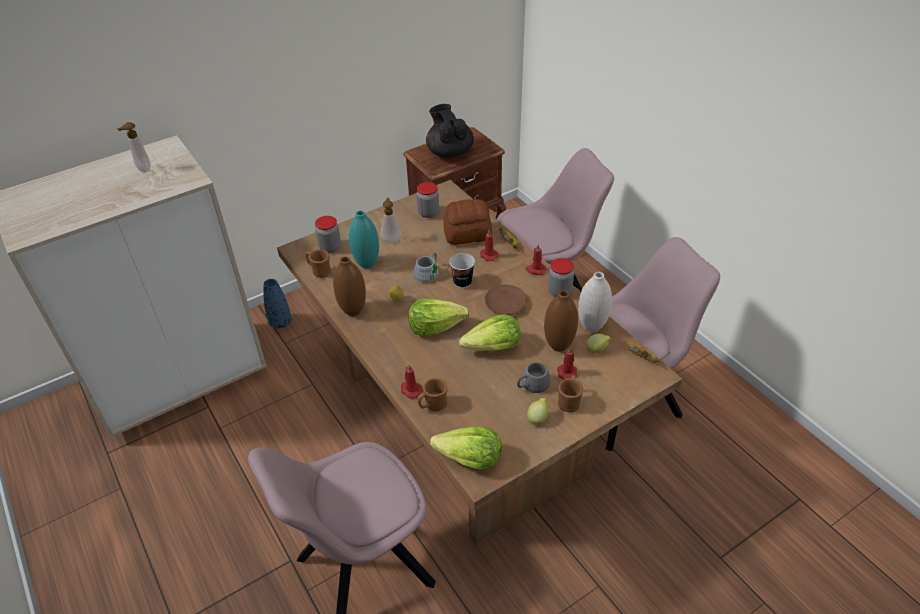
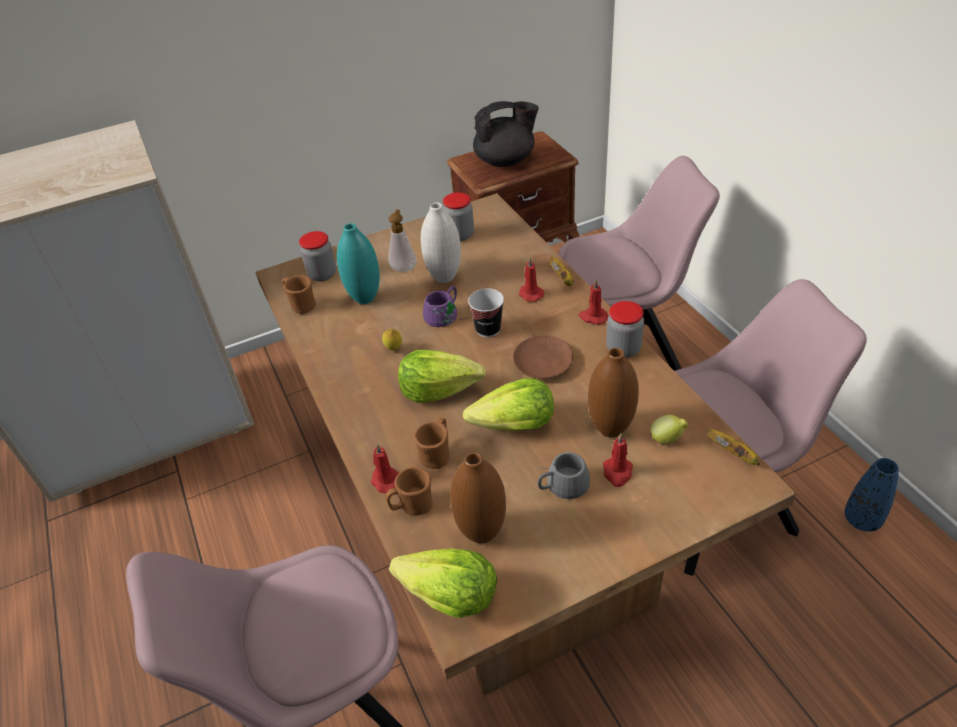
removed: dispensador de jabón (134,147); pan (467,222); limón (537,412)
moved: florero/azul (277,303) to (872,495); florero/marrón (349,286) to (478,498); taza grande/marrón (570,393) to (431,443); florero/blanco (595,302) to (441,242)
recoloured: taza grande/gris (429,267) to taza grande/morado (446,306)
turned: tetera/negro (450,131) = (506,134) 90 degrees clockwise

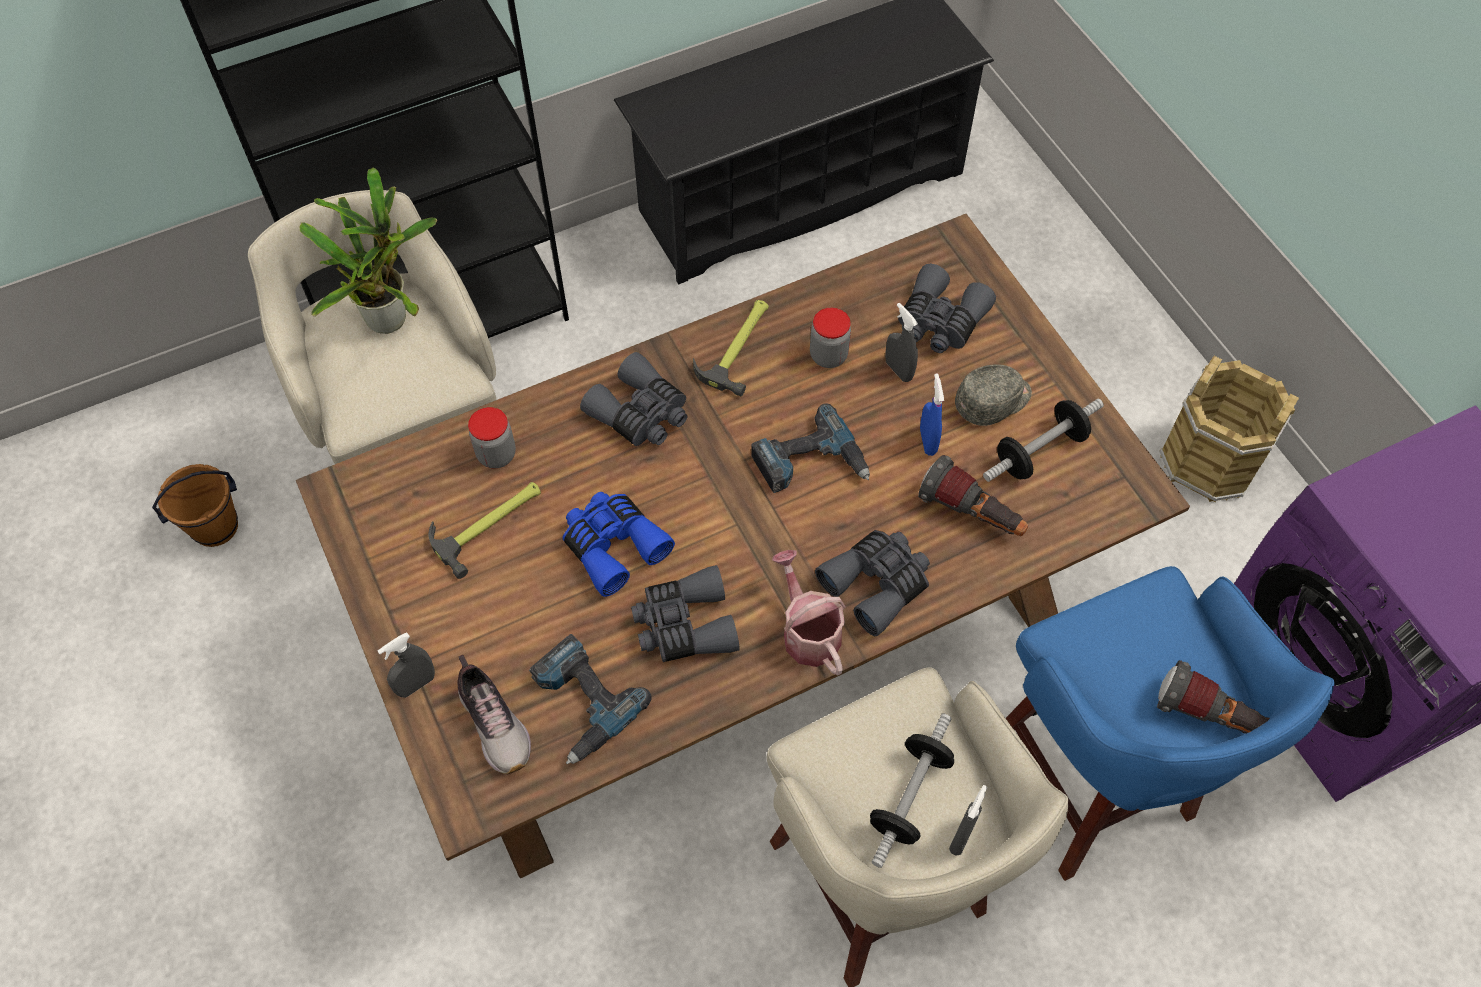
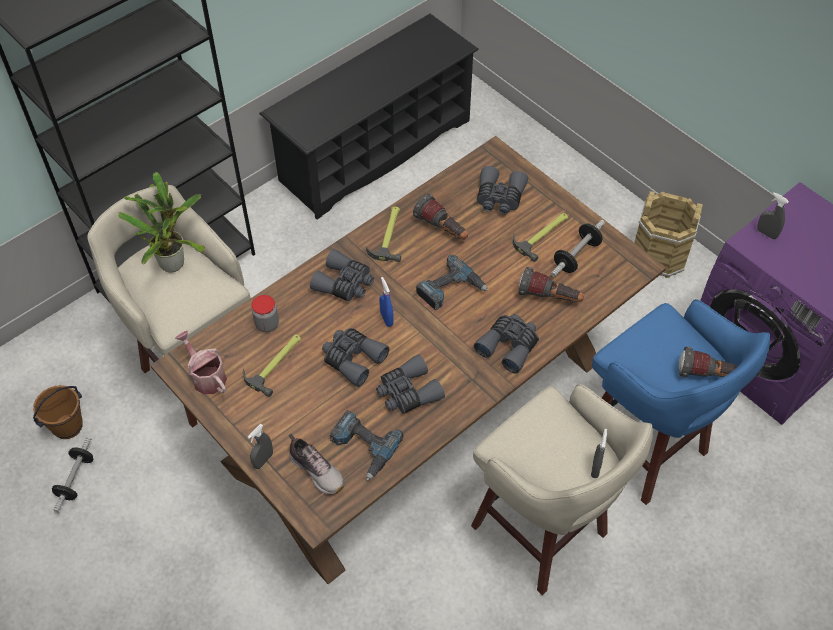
moved: regadera (809,612) to (201,362); mancuerna (912,791) to (72,474); pulverizador/gris (901,342) to (773,215); pulverizador/azul (932,415) to (386,302)
replaced: tarro (830,338) to linterna (440,217); gorra/gris (993,395) to martillo (540,237)
recoloured: prismáticos/azul (619,544) to prismáticos/gris (356,357)

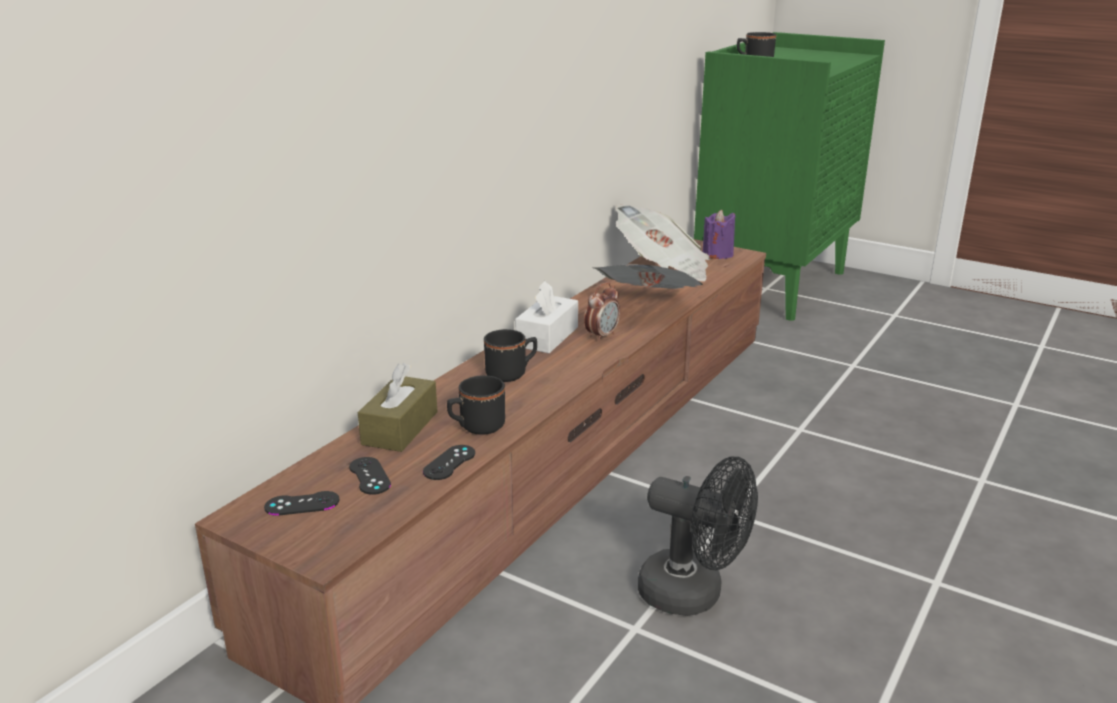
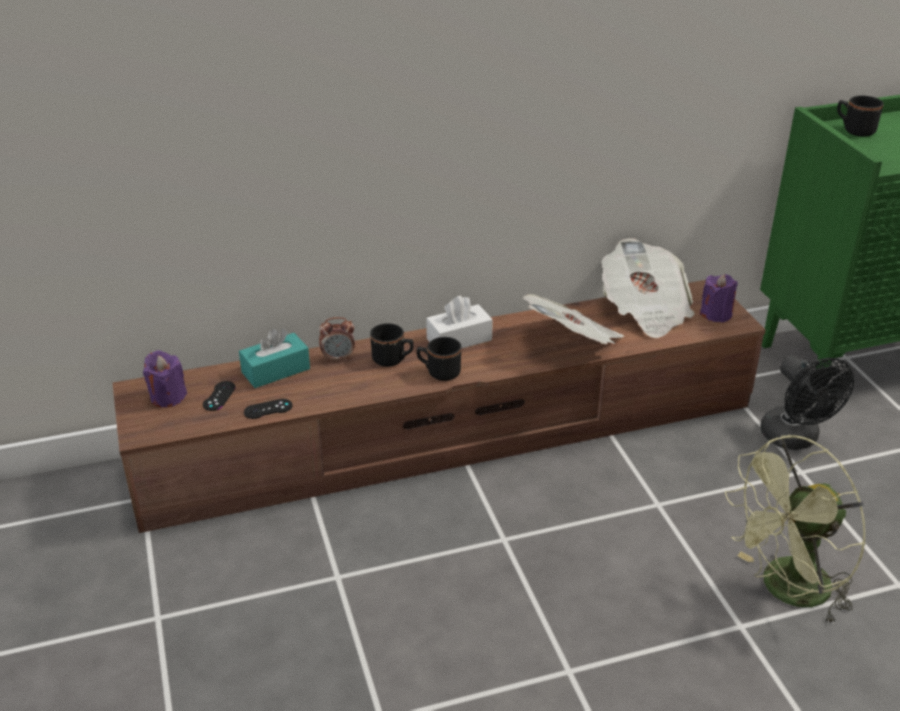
added: ventilador/verde (795,530)
moved: taza grande/negro (476,405) to (439,359); despertador (602,312) to (337,339); ventilador/negro (698,536) to (807,402)
replaced: mando de consola/negro (301,503) to vela/morado (165,378)
recoloured: caja de pañuelos/marrón (397,407) to caja de pañuelos/turquesa (274,358)

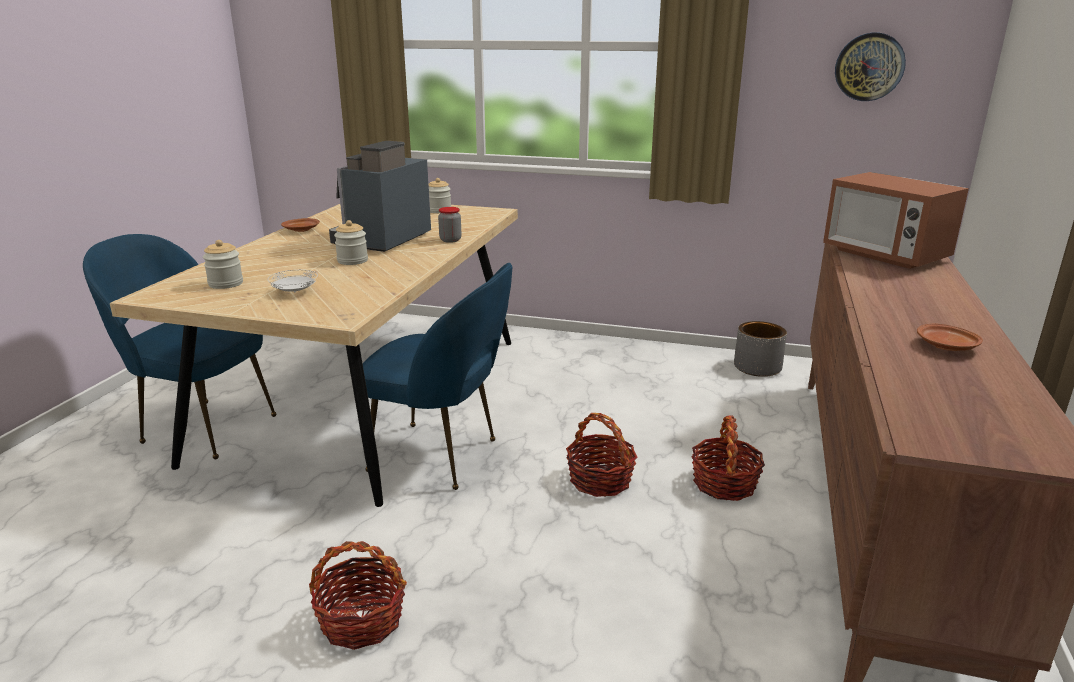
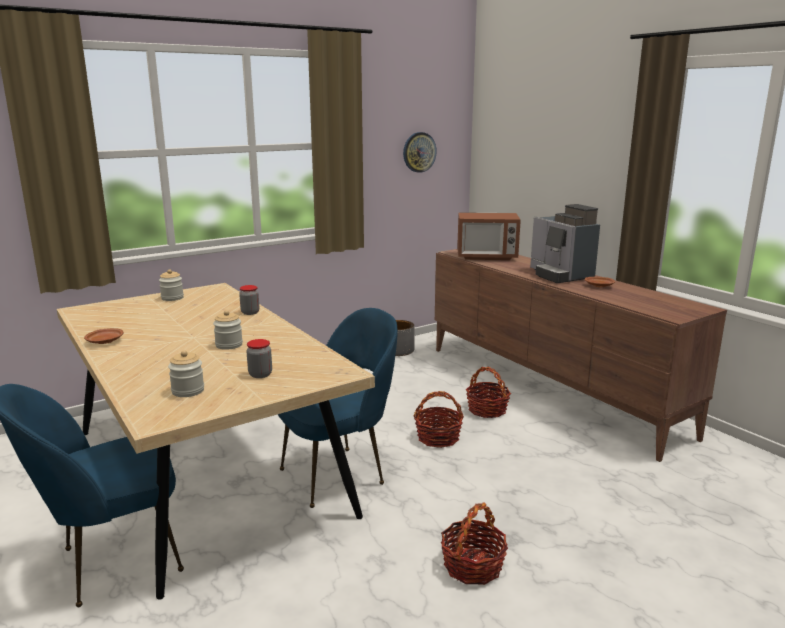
moved: cafetera (380,196) to (565,243)
replaced: plato/blanco (292,281) to tarro (259,358)

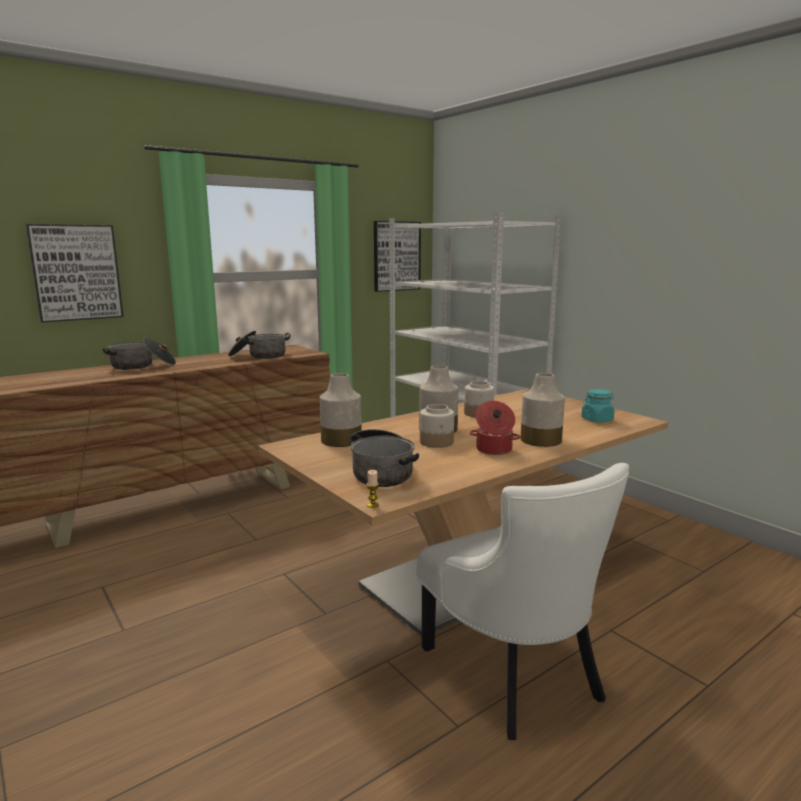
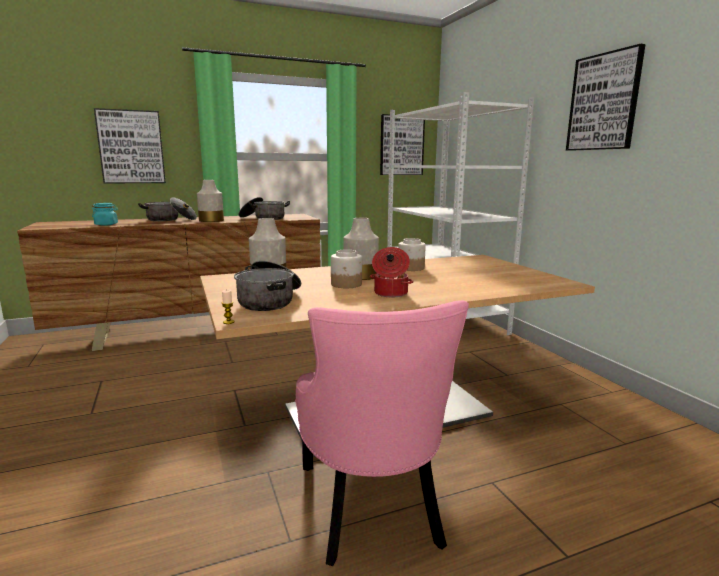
added: cuadro (606,97)
moved: florero/beis (542,410) to (210,201); tarro/turquesa (597,405) to (105,214)
recoloured: silla/blanco (522,601) to silla/rosa (382,433)

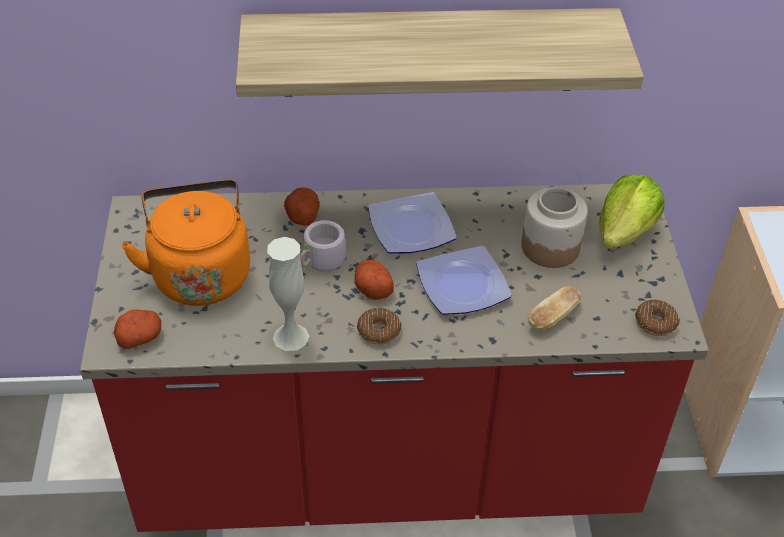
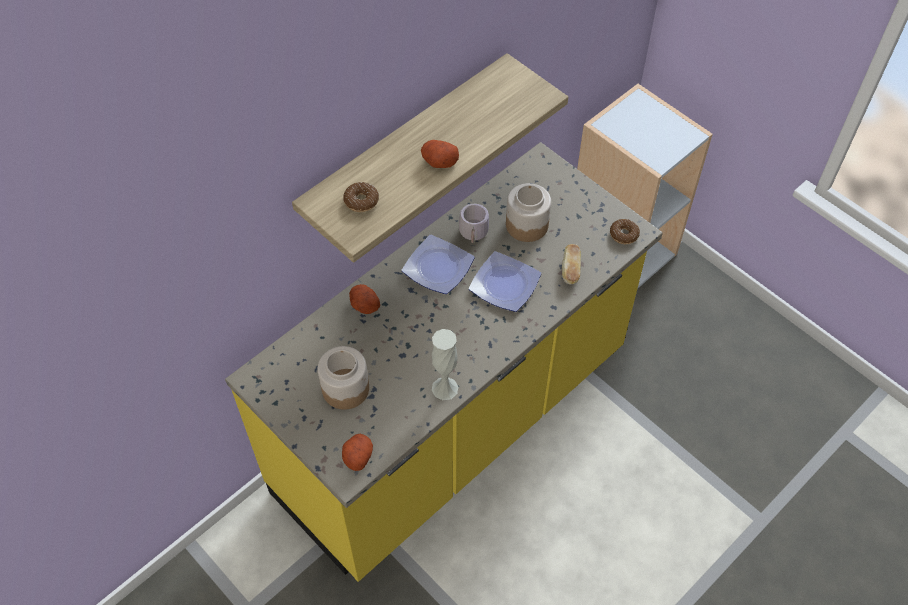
removed: lechuga (632,212)
moved: taza grande/gris (329,246) to (474,223); patata (374,280) to (440,154); rosquilla (379,326) to (361,197)
replaced: hervidor/naranja (185,243) to tarro (343,378)
recoloured: mueble bajo de cocina/rojo (394,358) to mueble bajo de cocina/amarillo (444,362)

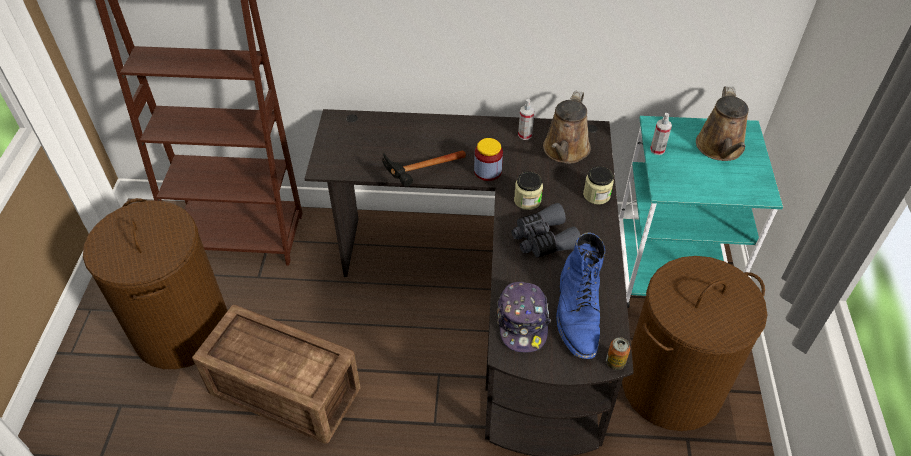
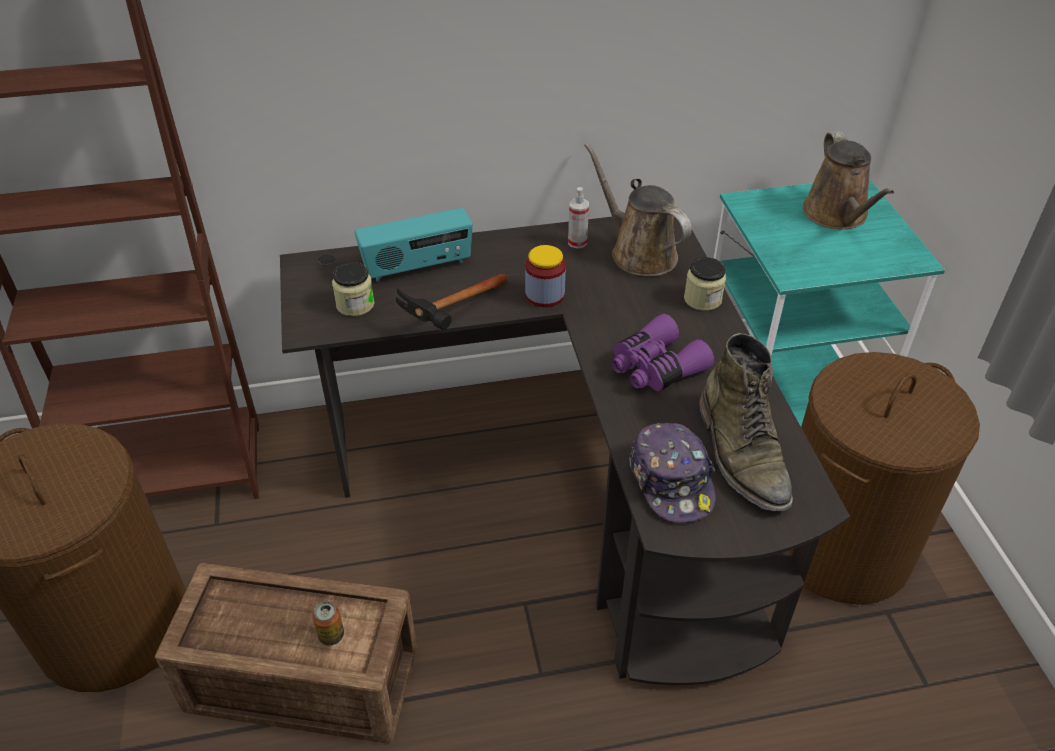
removed: pulverizador (661,134)
added: radio (413,245)
moved: tarro (528,191) to (353,289); lata (618,353) to (328,623)
recoloured: prismáticos/gris (546,230) to prismáticos/morado (662,352); bota/azul (580,295) to bota/verde (746,422)
turned: regadera/marrón (567,127) = (638,210) 135 degrees clockwise

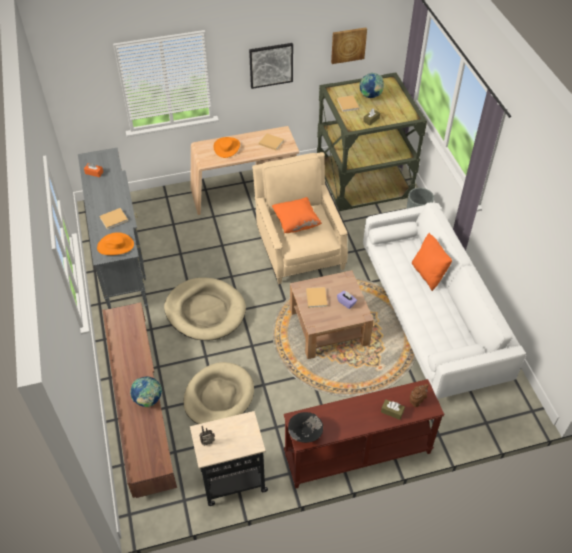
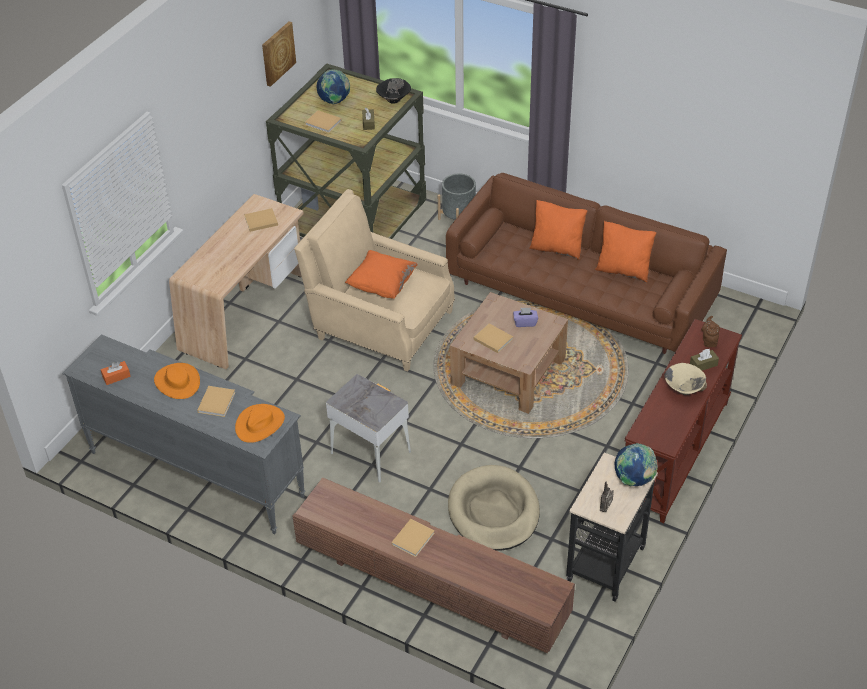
removed: cuadro (271,66)
added: libro/beis (413,538); cojín/naranja (625,252); cuenco/beis (685,379)
moved: globo terráqueo (146,392) to (636,464); sombrero/naranja (227,147) to (177,381); cuenco/negro (305,427) to (393,91)
replaced: cama para perro/beis (205,309) to mesa auxiliar (368,428)
recoloured: sofá/blanco (444,301) to sofá/marrón (586,263)

